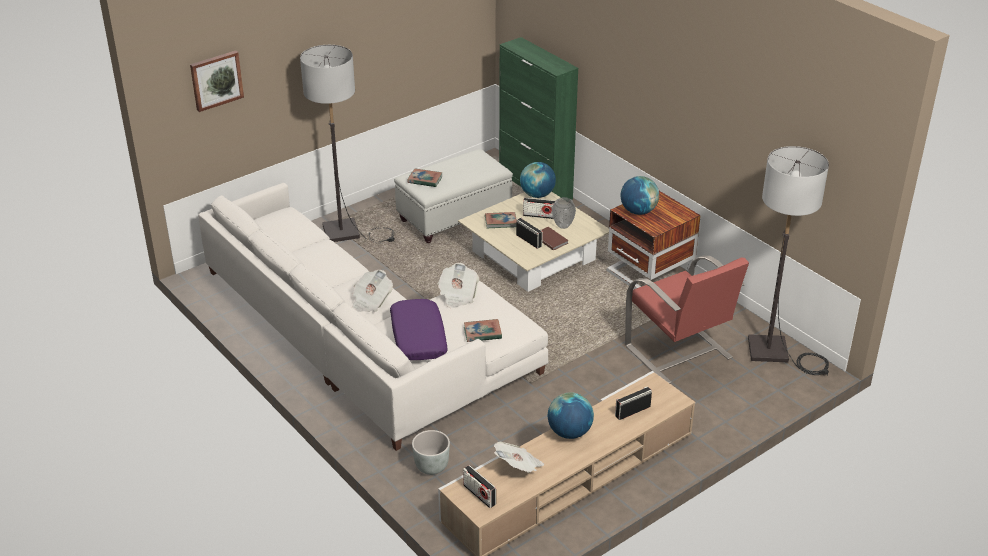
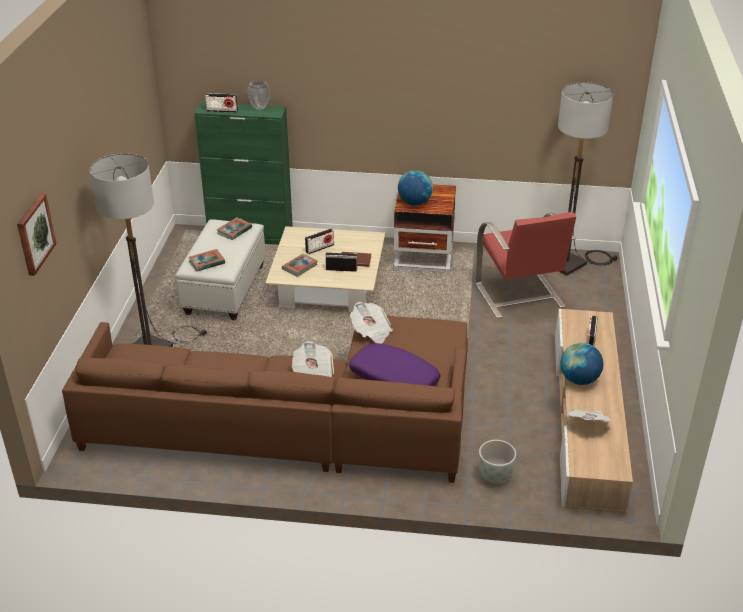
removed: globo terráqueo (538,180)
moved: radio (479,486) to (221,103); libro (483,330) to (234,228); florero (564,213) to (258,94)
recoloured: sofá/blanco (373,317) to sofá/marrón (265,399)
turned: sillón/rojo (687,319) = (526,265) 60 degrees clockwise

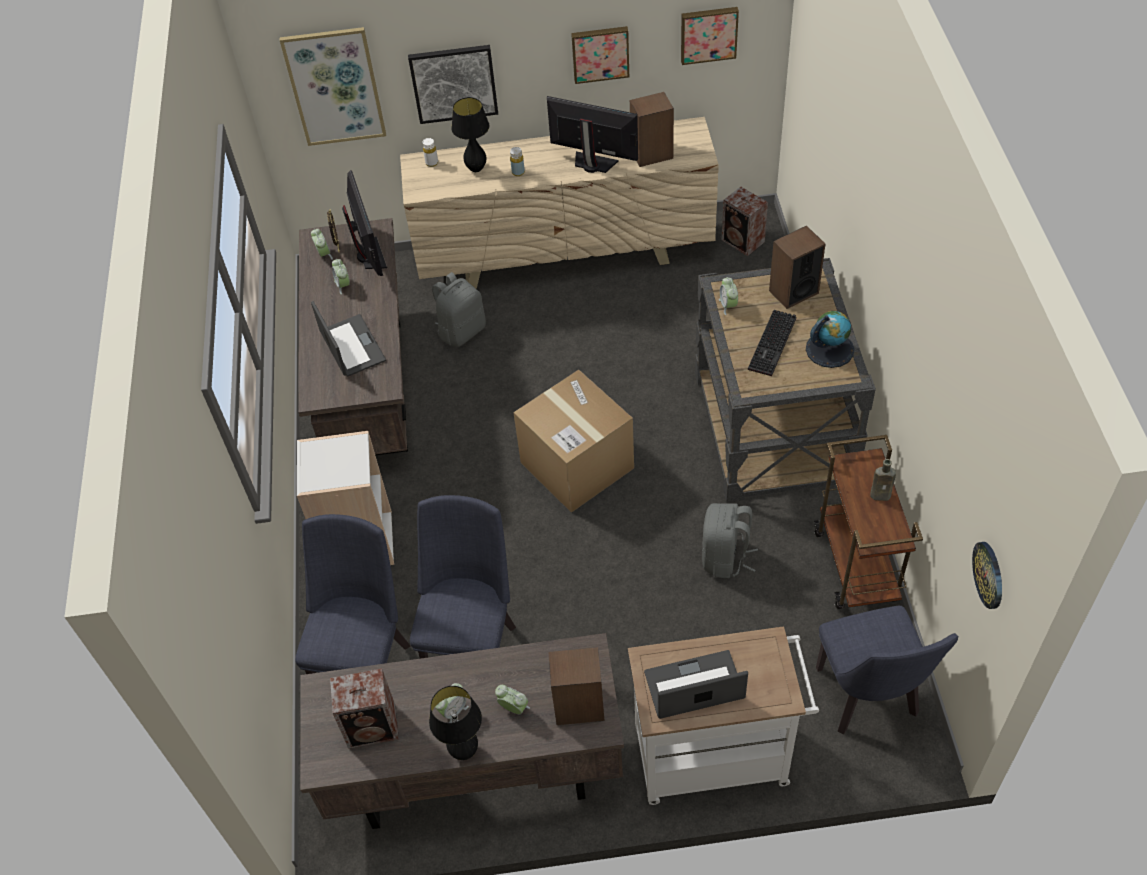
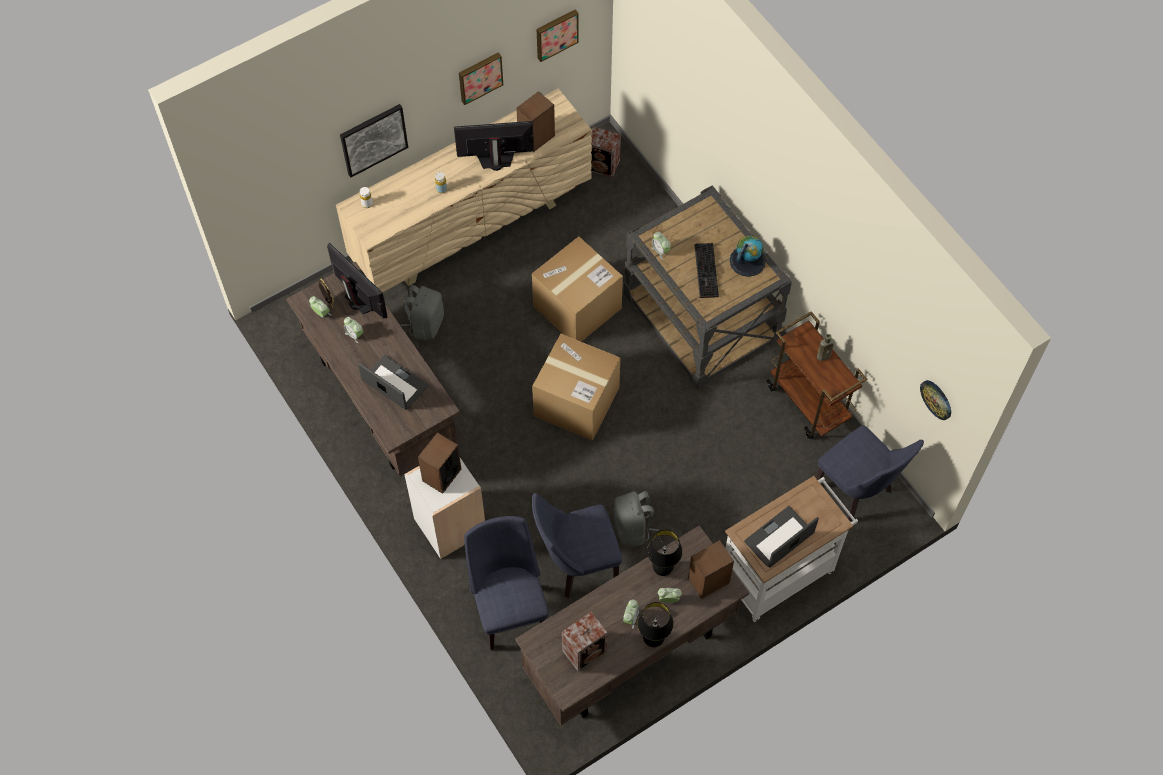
removed: cuadro (333,86)
added: caja de cartón (577,289)
moved: lámpara de mesa/negro (470,134) to (664,553); mochila/gris (730,540) to (636,519); altavoz (797,267) to (439,463)
turned: silla/azul (463,577) = (577,545) 90 degrees counterclockwise

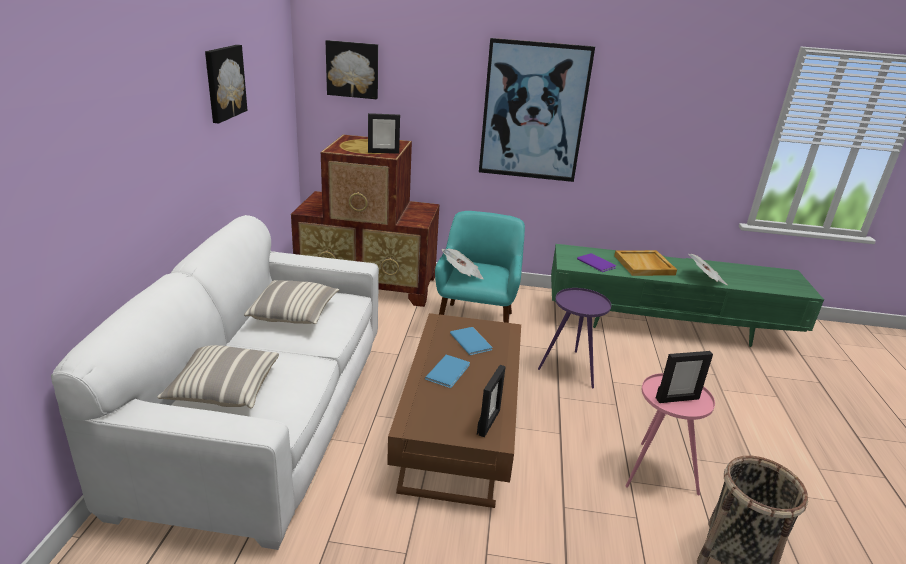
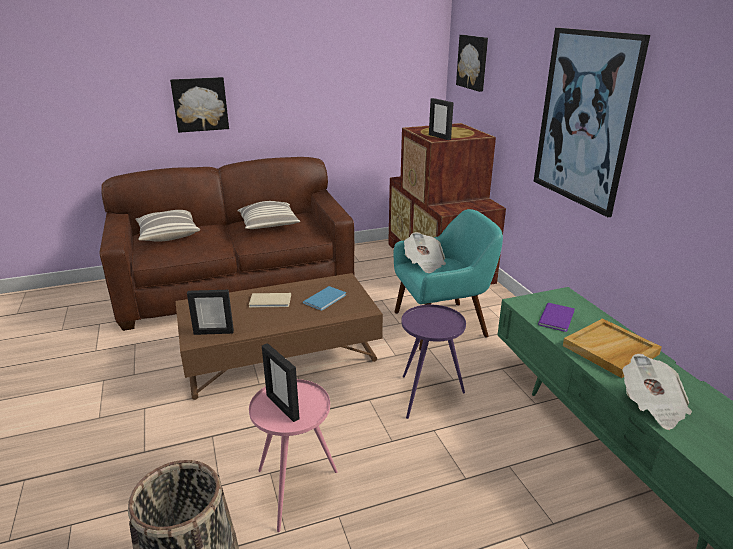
moved: cuadro (226,84) to (199,105)
recoloured: sofá/blanco (215,382) to sofá/marrón (227,244); libro/azul (447,371) to libro/beis (270,300)

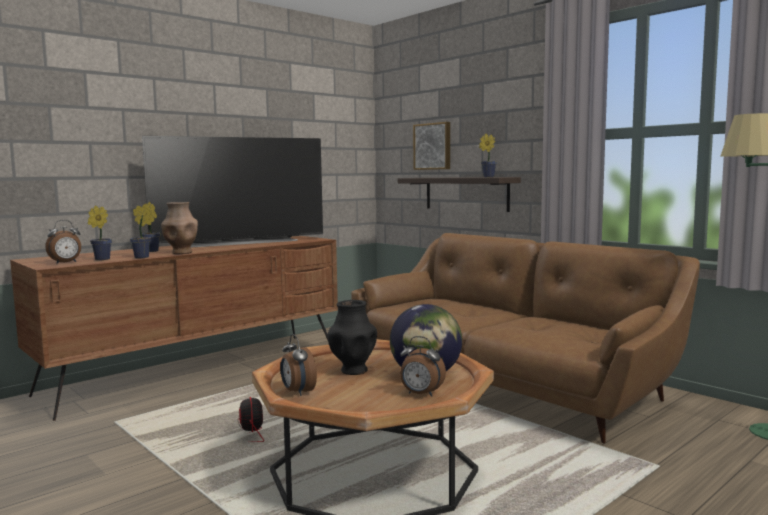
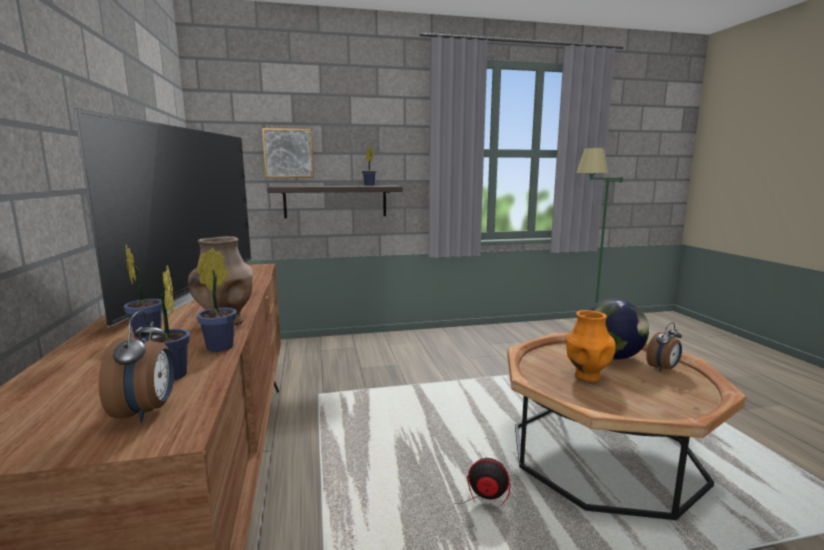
removed: despertador (298,365); sofá/marrón (525,338)
recoloured: florero/negro (352,337) to florero/naranja (591,346)

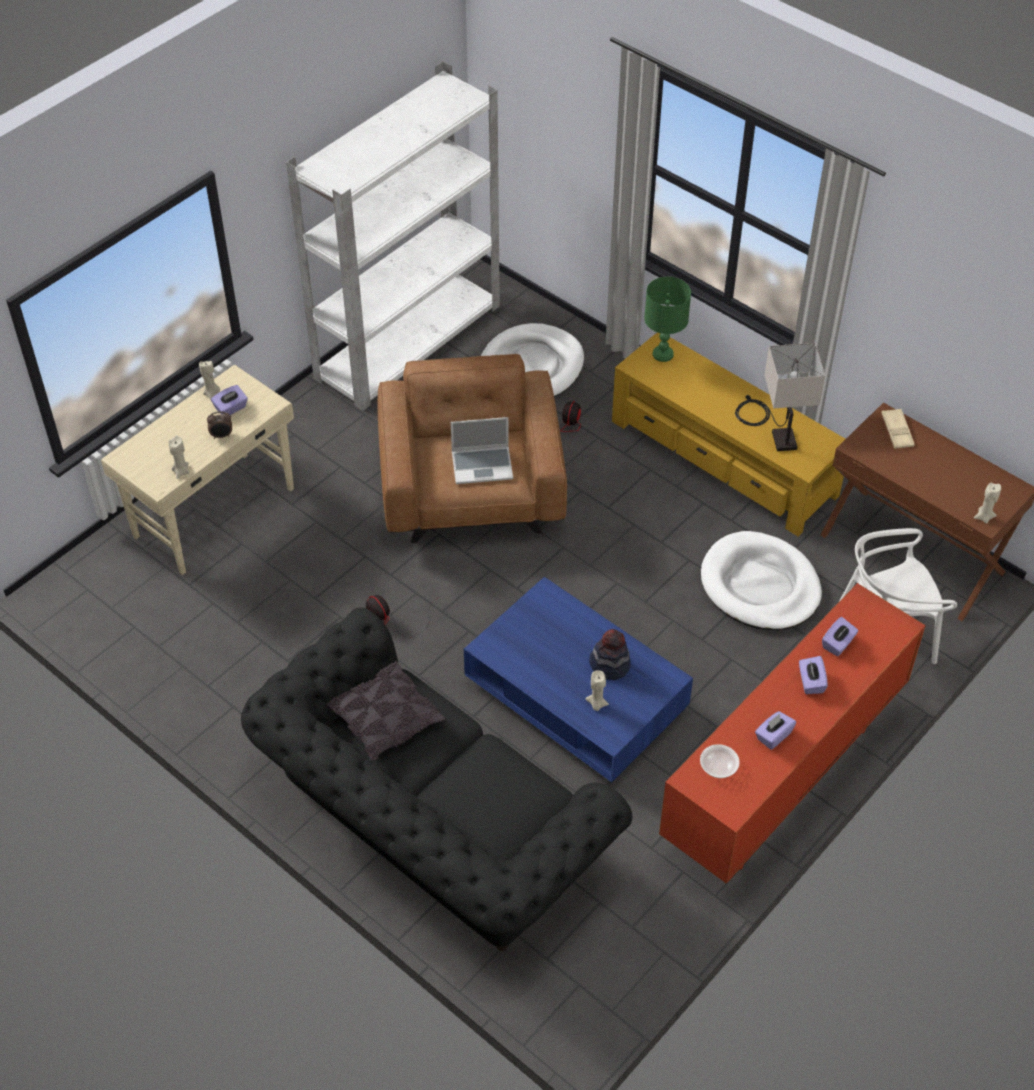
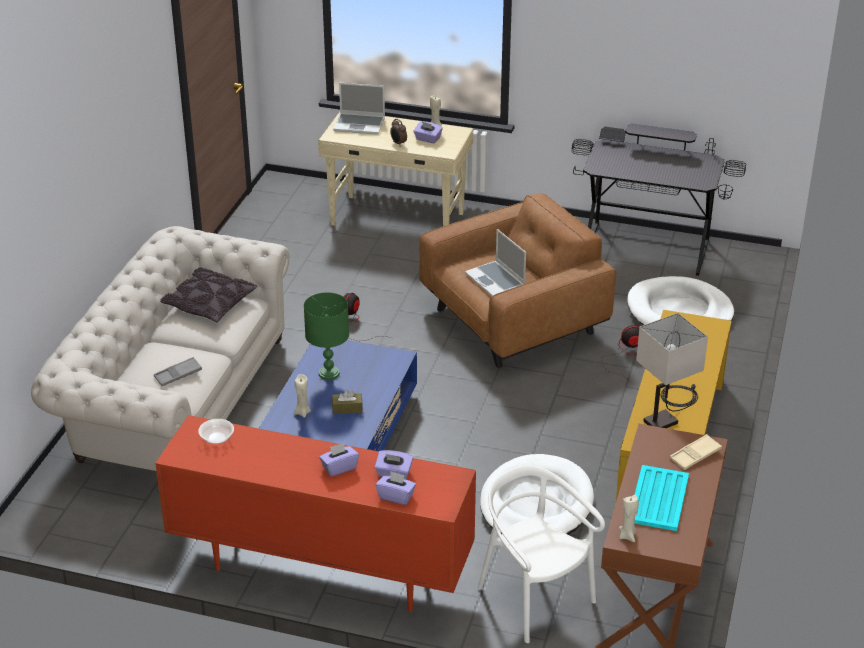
removed: vela/beis (178,457)
added: bandeja/gris (178,371); portátil (359,109); bandeja/turquesa (662,498)
moved: lámpara de mesa/verde (667,319) to (326,336); caja de pañuelos/morado (775,730) to (396,488)
replaced: estantería/blanco (393,236) to escritorio/negro (658,200); sombrero (610,654) to caja de pañuelos/marrón (347,401)
recoloured: sofá/negro (437,779) to sofá/blanco (160,348)

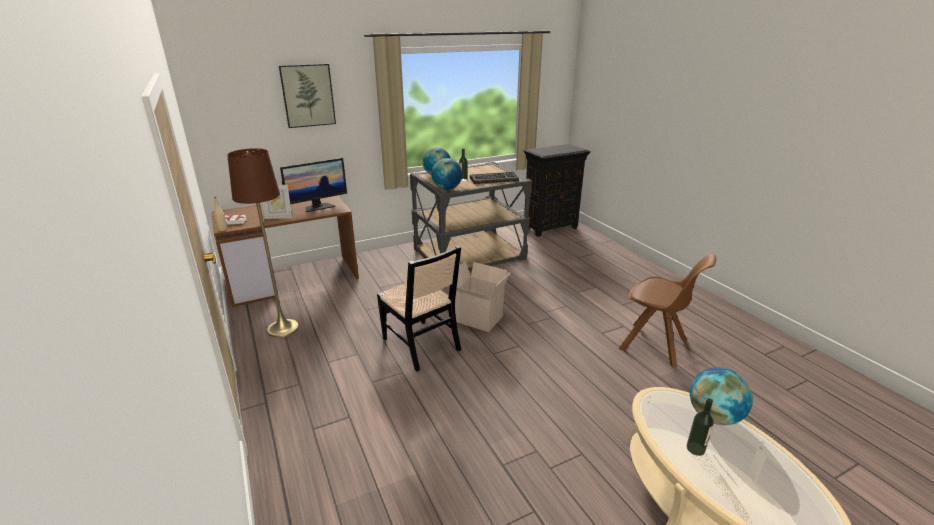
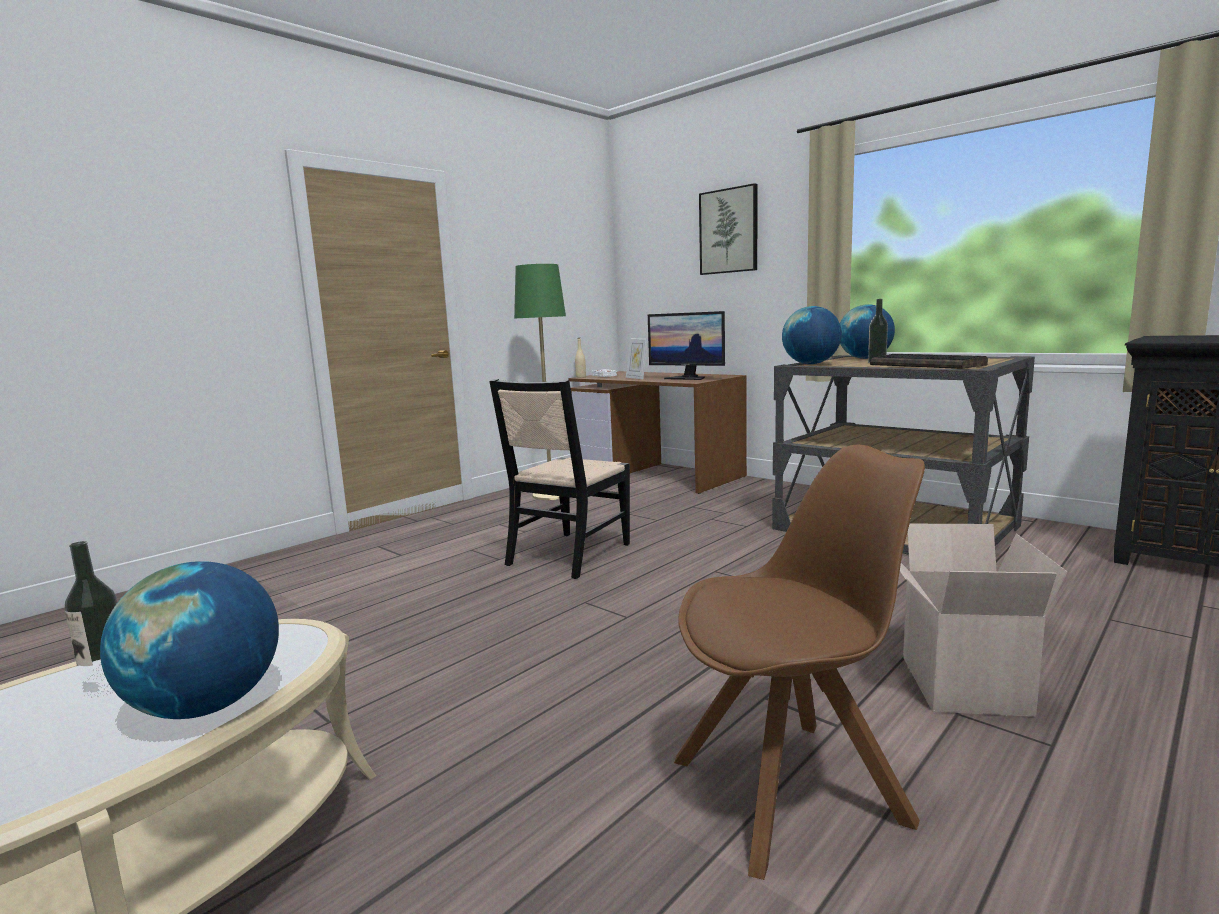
moved: caja de cartón (482,296) to (984,620)
recoloured: lámpara de pie/marrón (263,242) to lámpara de pie/verde (540,382)
turned: silla/marrón (667,311) = (799,662) 120 degrees counterclockwise

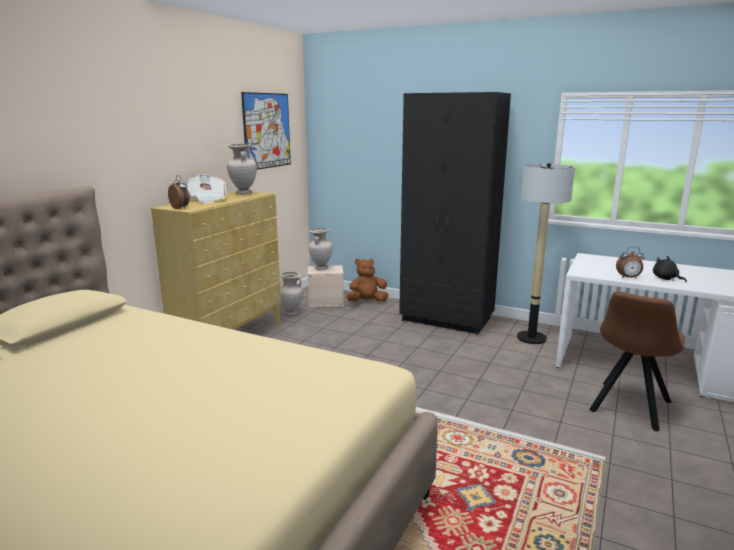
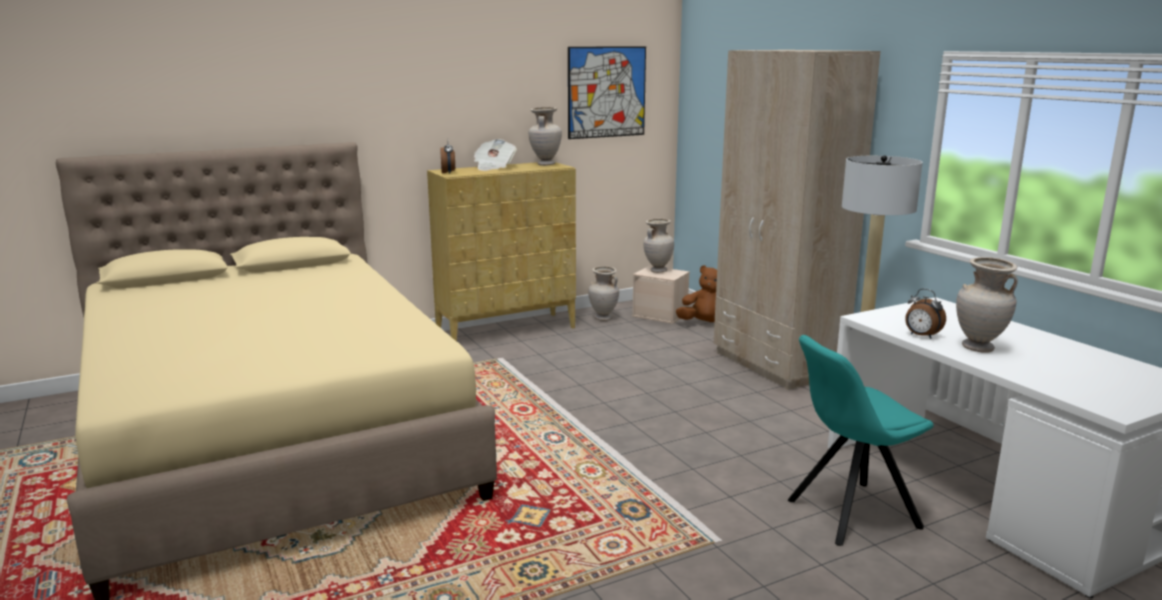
replaced: peluche/negro (670,269) to florero/beis (987,305)
recoloured: armario ropero/negro (455,213) to armario ropero/beis (797,220); silla/marrón (637,361) to silla/turquesa (861,440)

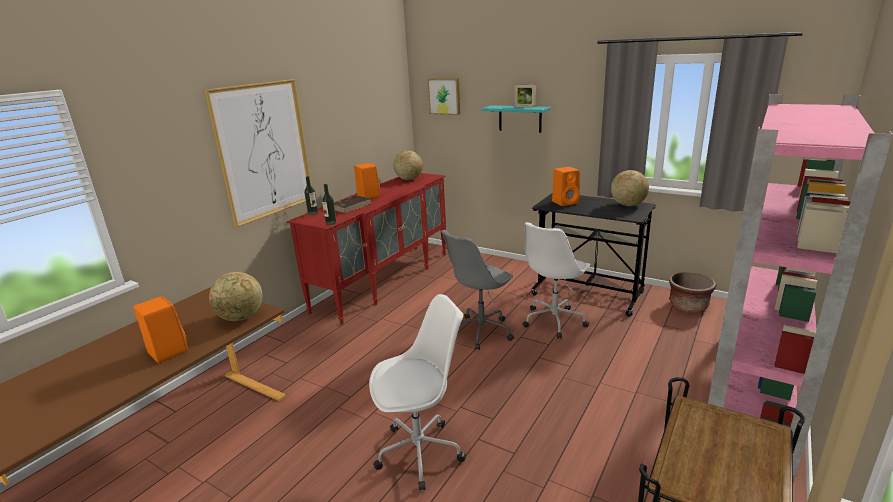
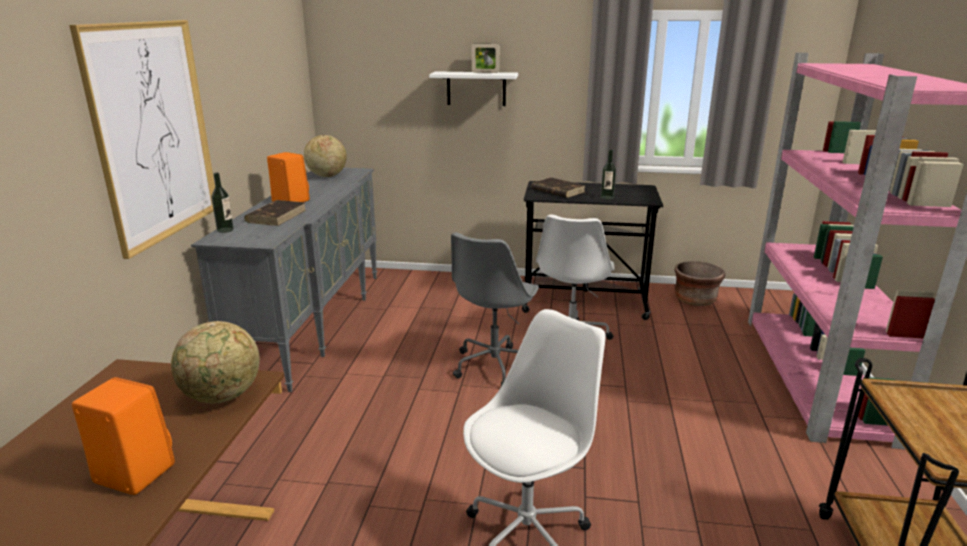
removed: cuadro (444,97); globo terráqueo (630,188)
moved: botella (329,204) to (608,174)
replaced: altavoz/naranja (566,186) to libro/marrón (558,188)
recoloured: armario/rojo (367,249) to armario/gris (284,280); estante/turquesa (516,119) to estante/blanco (473,88)

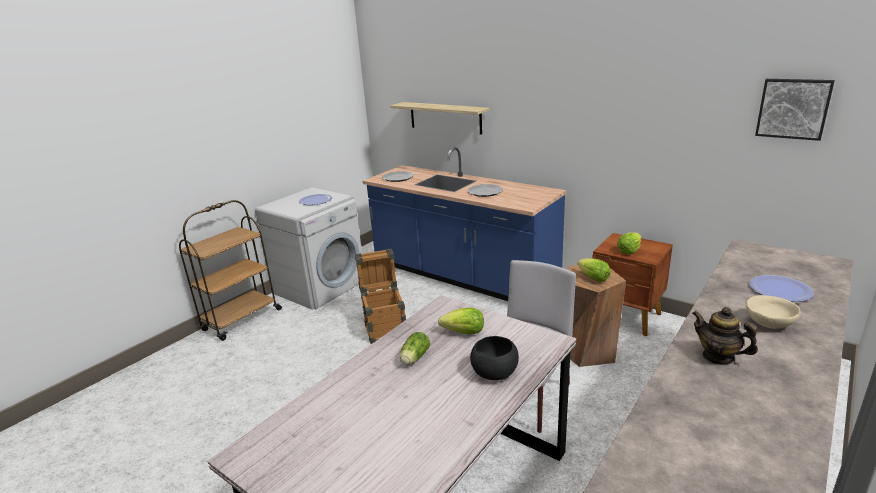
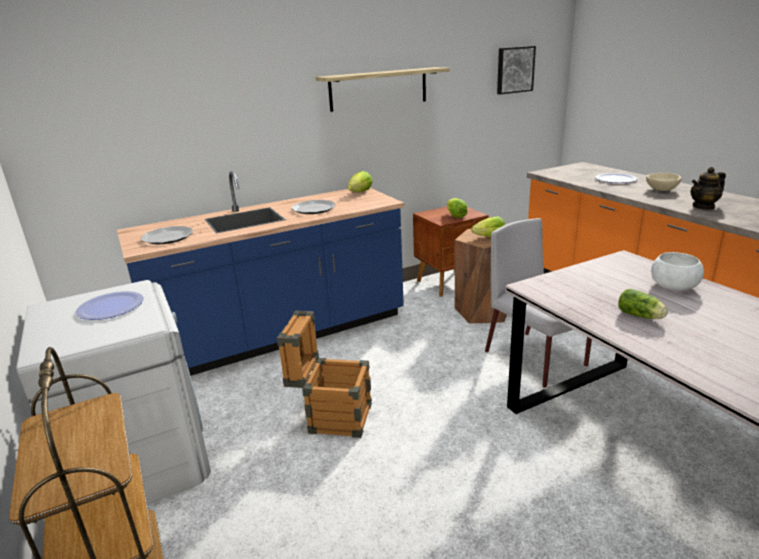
moved: estante (440,118) to (383,89); lechuga (461,321) to (360,181)
recoloured: cuenco/negro (494,358) to cuenco/blanco (677,271)

